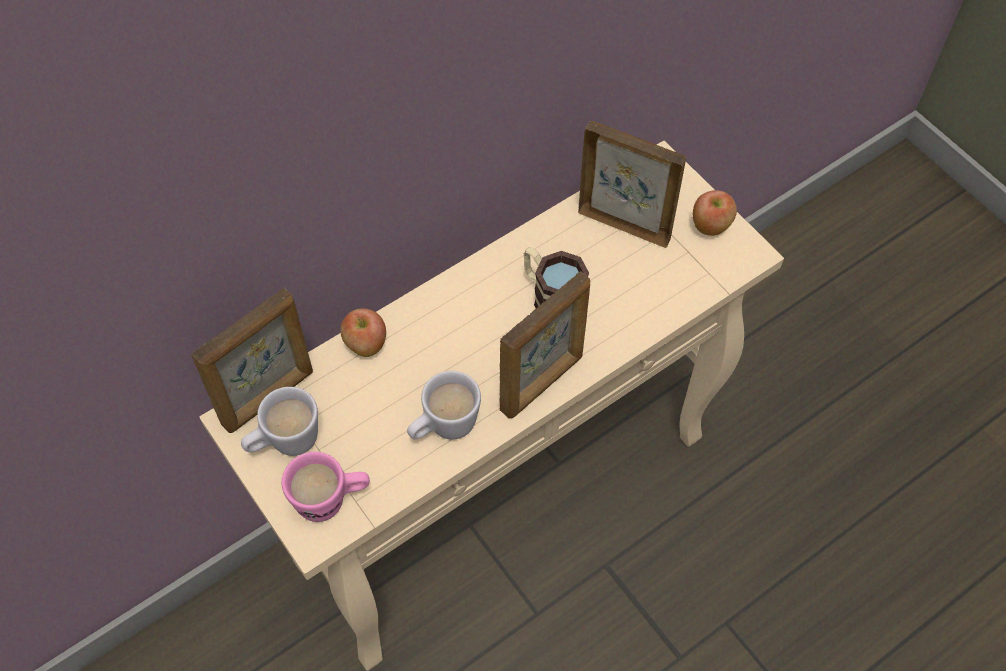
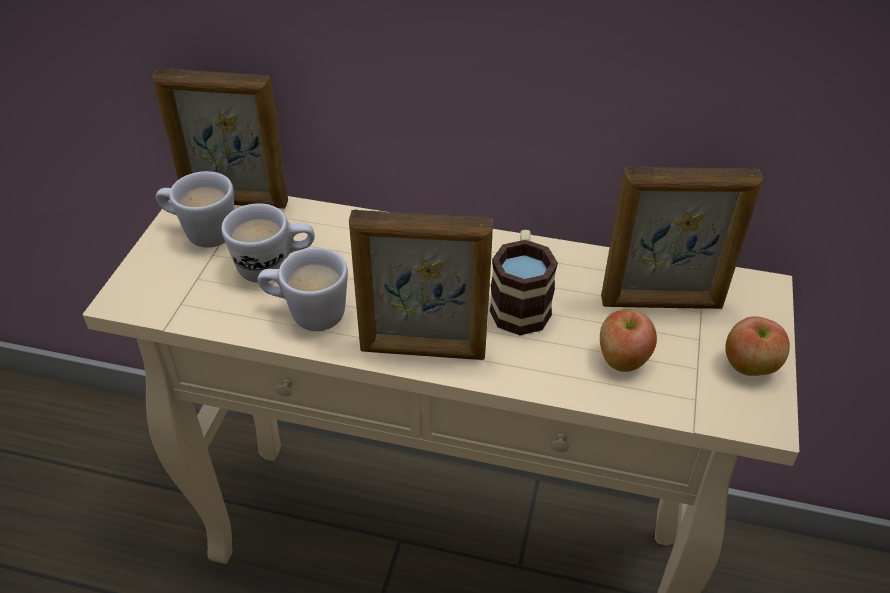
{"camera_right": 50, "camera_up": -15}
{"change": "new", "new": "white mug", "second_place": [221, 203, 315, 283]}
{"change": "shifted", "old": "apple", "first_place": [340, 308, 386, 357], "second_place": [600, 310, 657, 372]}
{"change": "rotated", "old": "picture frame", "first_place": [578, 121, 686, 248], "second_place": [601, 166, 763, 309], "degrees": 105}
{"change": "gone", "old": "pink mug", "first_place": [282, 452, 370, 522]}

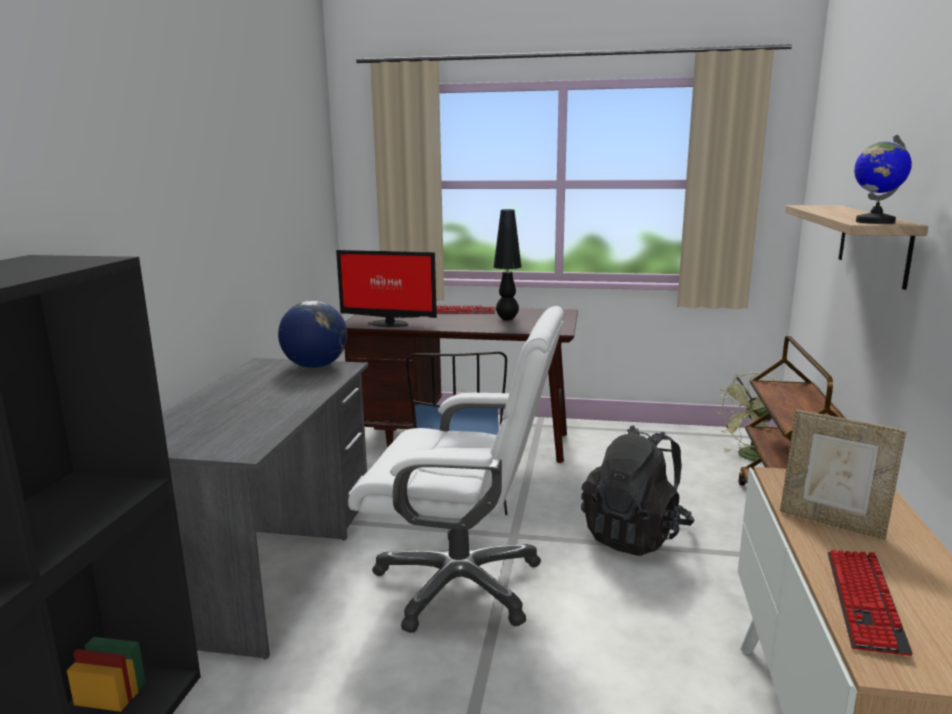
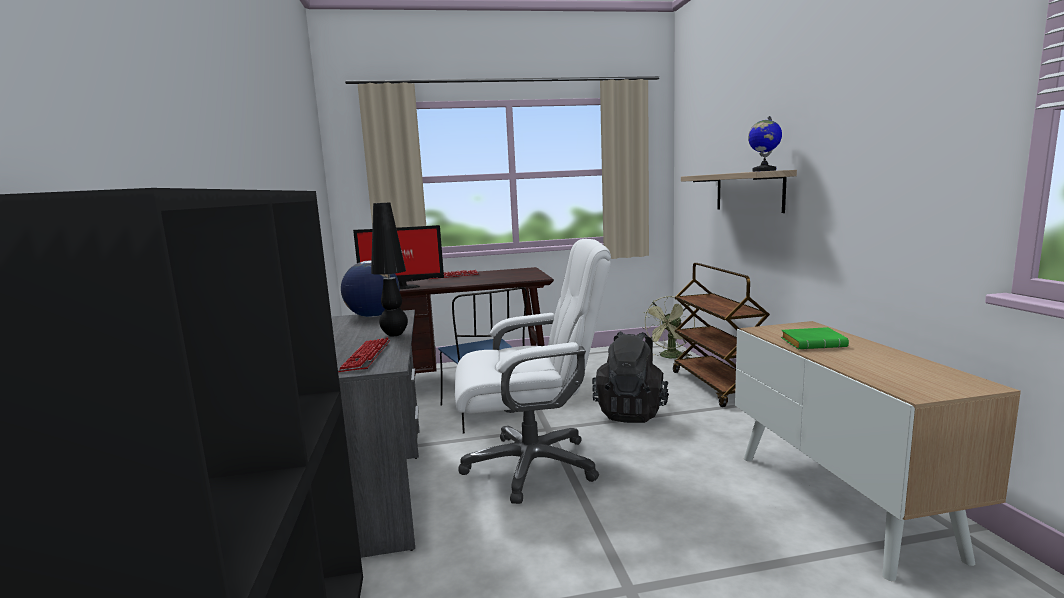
{"camera_right": -20, "camera_up": -5}
{"change": "shifted", "old": "keyboard", "first_place": [828, 550, 913, 656], "second_place": [338, 337, 390, 372]}
{"change": "shifted", "old": "black table lamp", "first_place": [494, 209, 522, 320], "second_place": [371, 202, 408, 337]}
{"change": "swapped", "old": "picture frame", "new": "green book", "first_place": [780, 410, 906, 540], "second_place": [781, 327, 849, 349]}

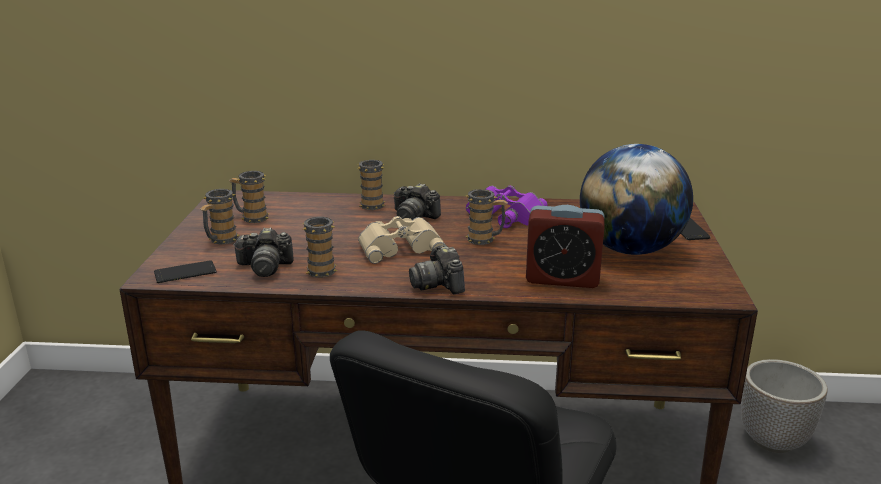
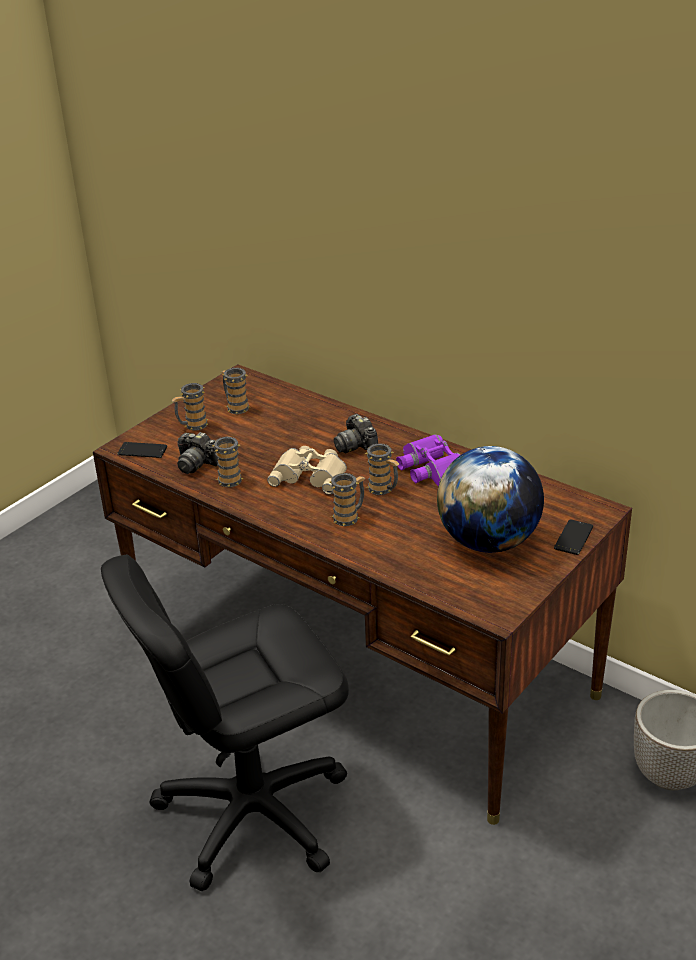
{"camera_right": 35, "camera_up": 10}
{"change": "shifted", "old": "mug", "first_place": [357, 160, 385, 210], "second_place": [330, 473, 365, 526]}
{"change": "gone", "old": "photo camera", "first_place": [409, 245, 465, 294]}
{"change": "gone", "old": "alarm clock", "first_place": [526, 205, 605, 288]}

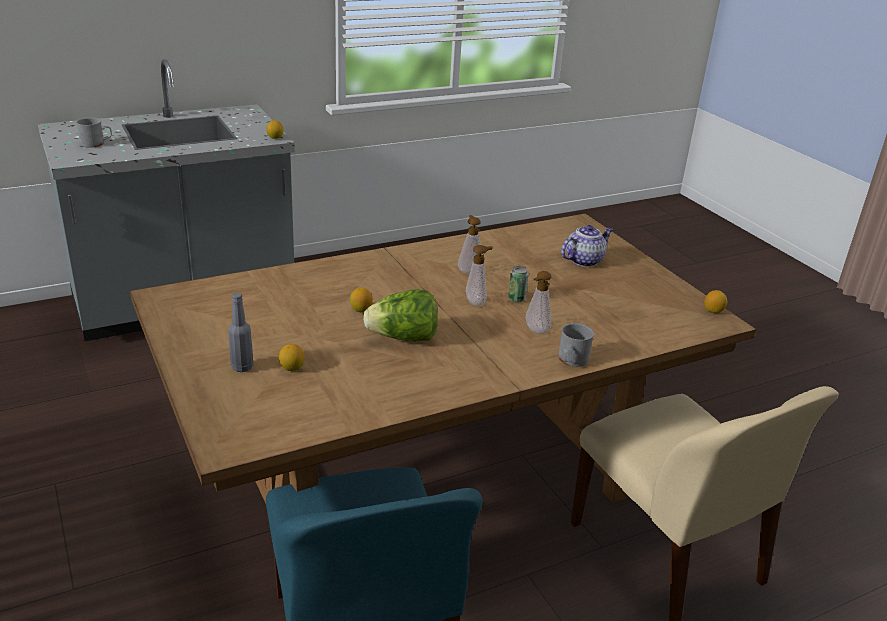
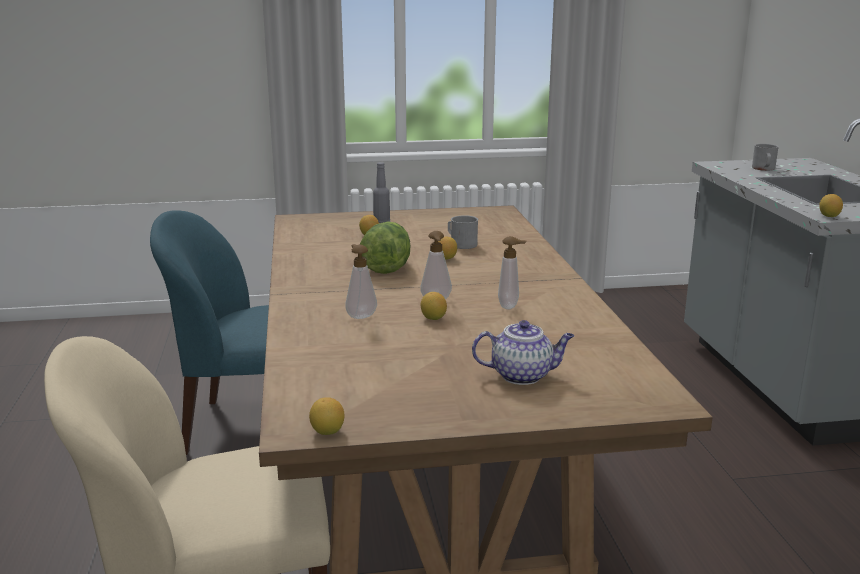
{"camera_right": 110, "camera_up": -10}
{"change": "swapped", "old": "can", "new": "lemon", "first_place": [508, 266, 529, 302], "second_place": [421, 292, 447, 320]}
{"change": "shifted", "old": "grey mug", "first_place": [558, 323, 594, 367], "second_place": [448, 215, 478, 249]}
{"change": "rotated", "old": "teapot", "first_place": [561, 225, 613, 267], "second_place": [472, 320, 574, 385], "degrees": -75}

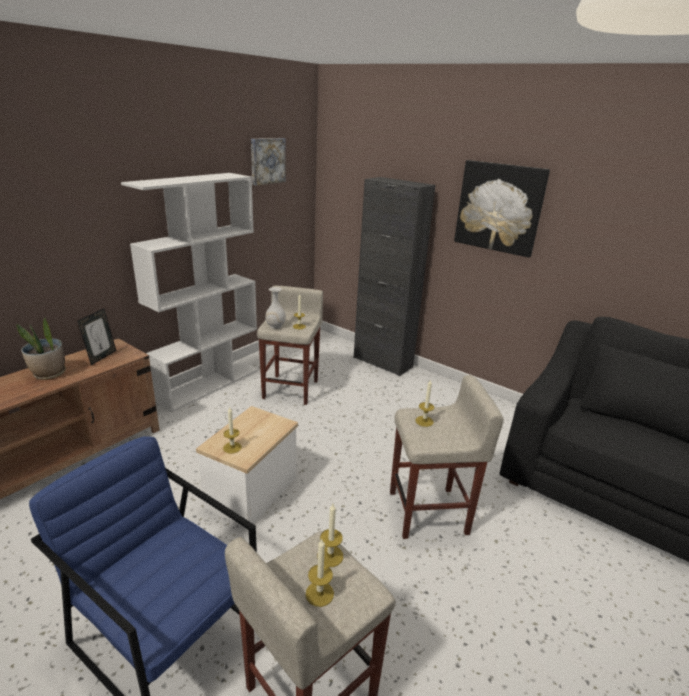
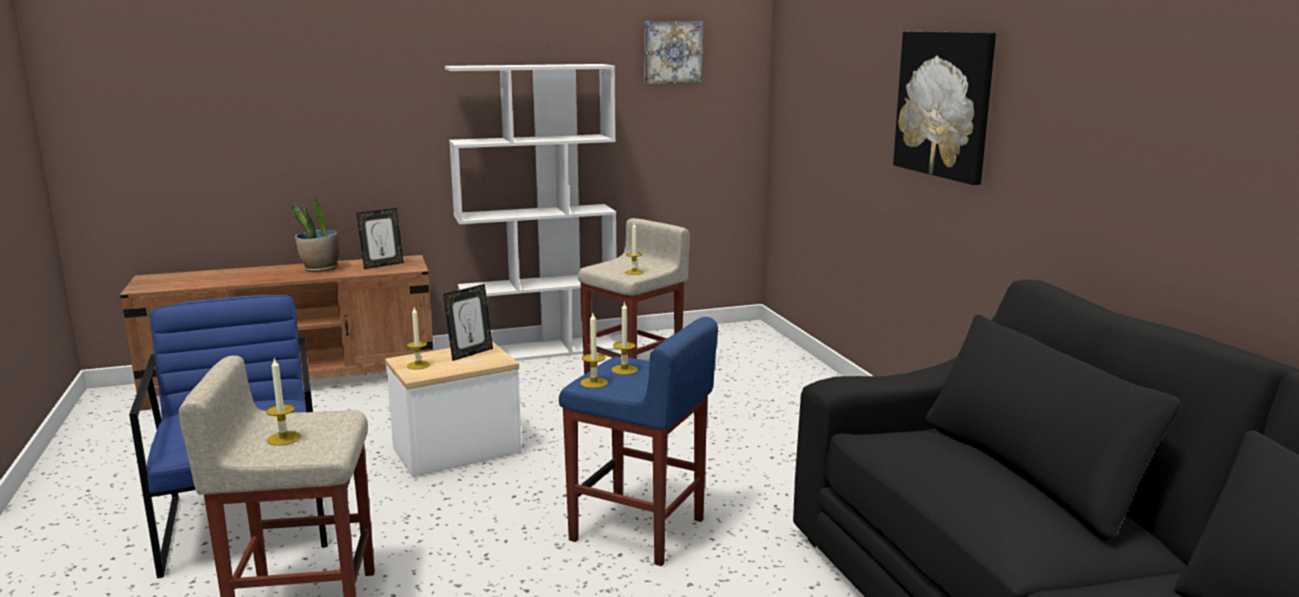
{"camera_right": 35, "camera_up": -10}
{"change": "new", "new": "picture frame", "second_place": [443, 284, 493, 361]}
{"change": "repainted", "old": "beige stool", "new": "blue stool", "first_place": [390, 375, 504, 539], "second_place": [559, 317, 718, 566]}
{"change": "shifted", "old": "candle", "first_place": [320, 504, 343, 567], "second_place": [580, 313, 608, 388]}
{"change": "gone", "old": "white vase", "first_place": [266, 287, 286, 329]}
{"change": "gone", "old": "black cabinet", "first_place": [354, 177, 436, 376]}

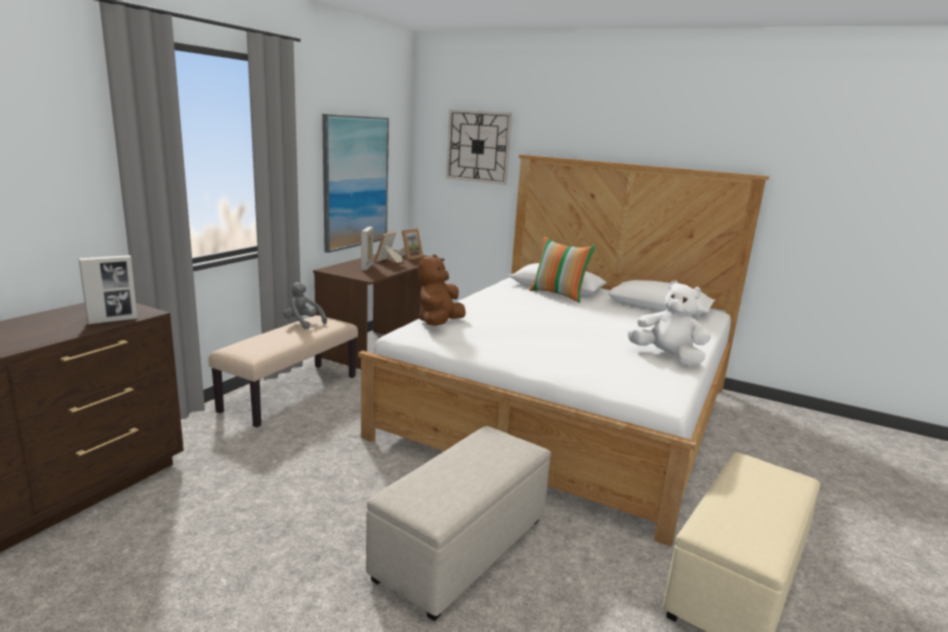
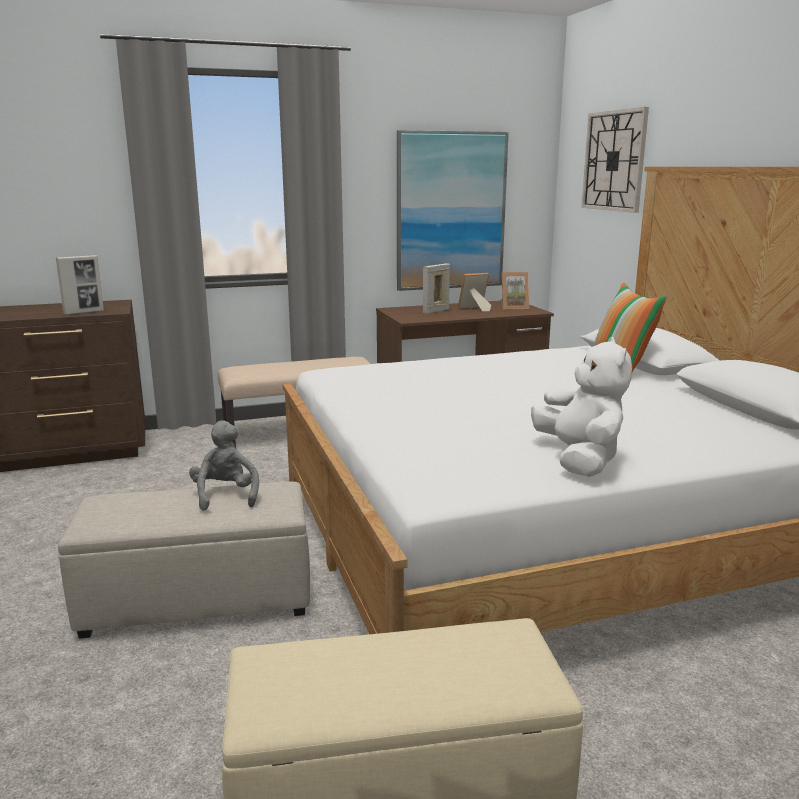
{"camera_right": 45, "camera_up": 0}
{"change": "rotated", "old": "picture frame", "first_place": [79, 255, 138, 325], "second_place": [56, 255, 104, 315], "degrees": -45}
{"change": "shifted", "old": "grey plush toy", "first_place": [283, 282, 327, 329], "second_place": [189, 421, 259, 511]}
{"change": "gone", "old": "brown plush toy", "first_place": [418, 254, 466, 326]}

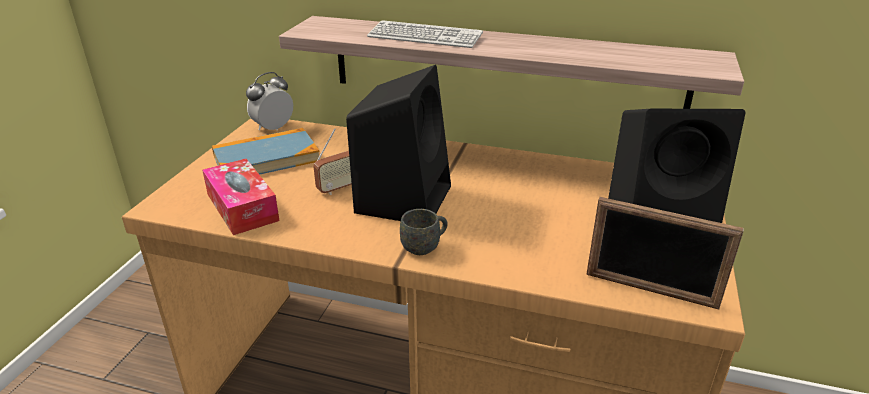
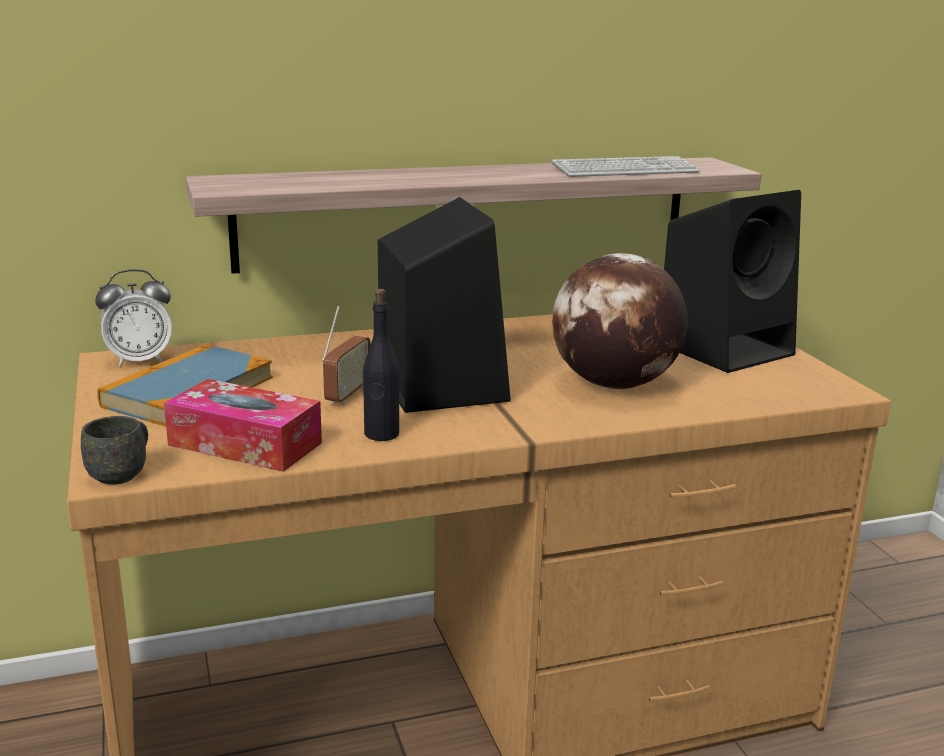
{"camera_right": -35, "camera_up": -10}
{"change": "shifted", "old": "grey mug", "first_place": [400, 209, 448, 255], "second_place": [81, 416, 148, 485]}
{"change": "rotated", "old": "alarm clock", "first_place": [246, 72, 293, 130], "second_place": [95, 269, 172, 367], "degrees": -120}
{"change": "new", "new": "black bottle", "second_place": [363, 289, 399, 441]}
{"change": "shifted", "old": "keyboard", "first_place": [367, 20, 483, 48], "second_place": [552, 156, 699, 177]}
{"change": "new", "new": "globe", "second_place": [552, 253, 688, 389]}
{"change": "gone", "old": "picture frame", "first_place": [586, 197, 744, 310]}

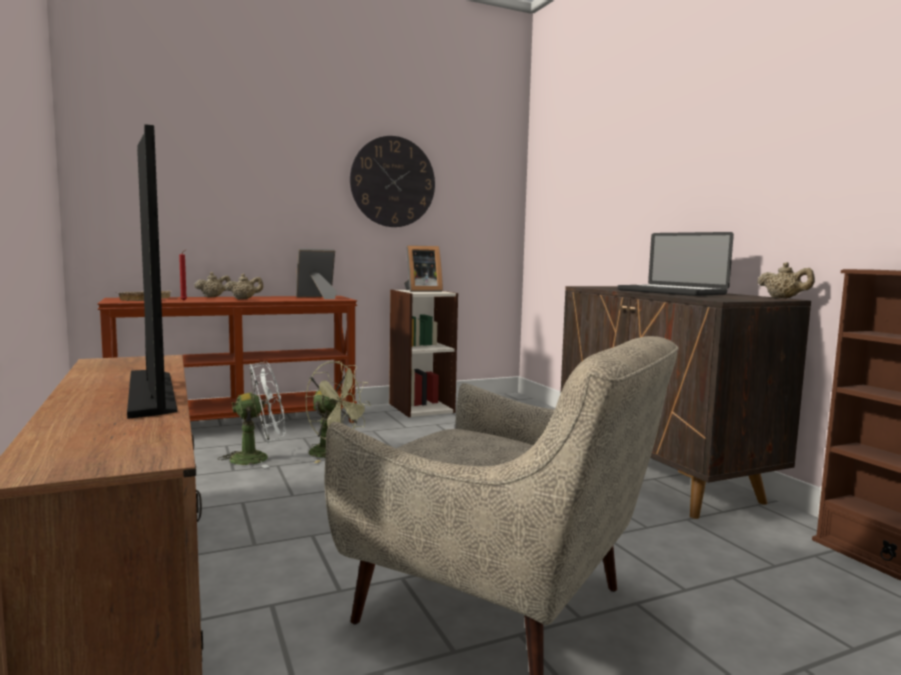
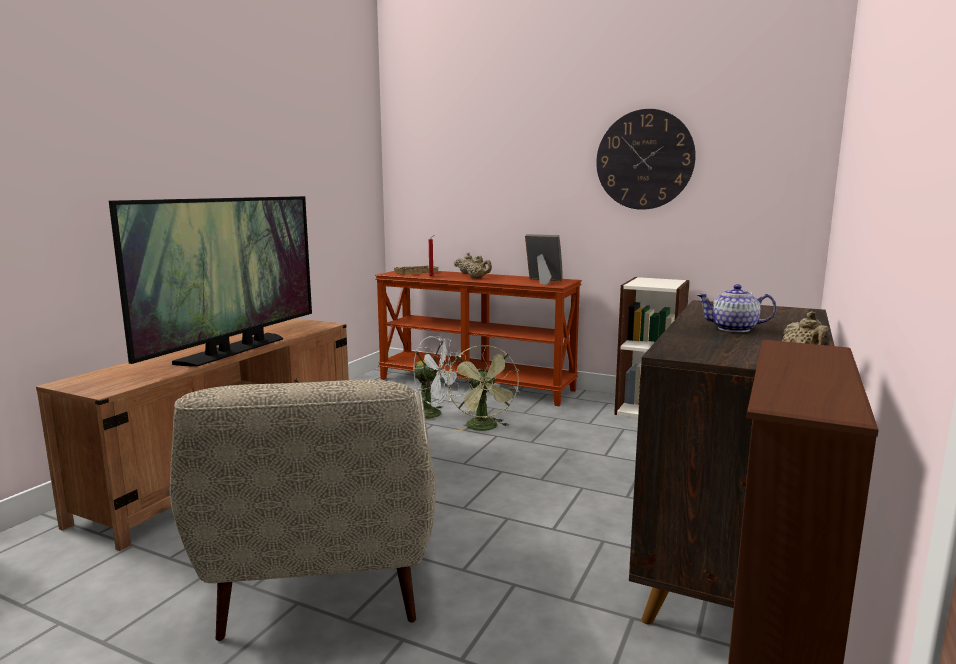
{"camera_right": 50, "camera_up": 5}
{"change": "swapped", "old": "laptop", "new": "teapot", "first_place": [618, 232, 734, 296], "second_place": [697, 284, 777, 332]}
{"change": "gone", "old": "picture frame", "first_place": [404, 245, 443, 292]}

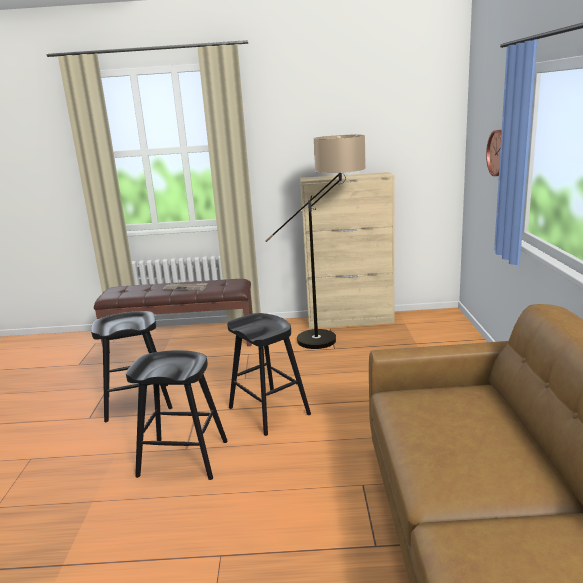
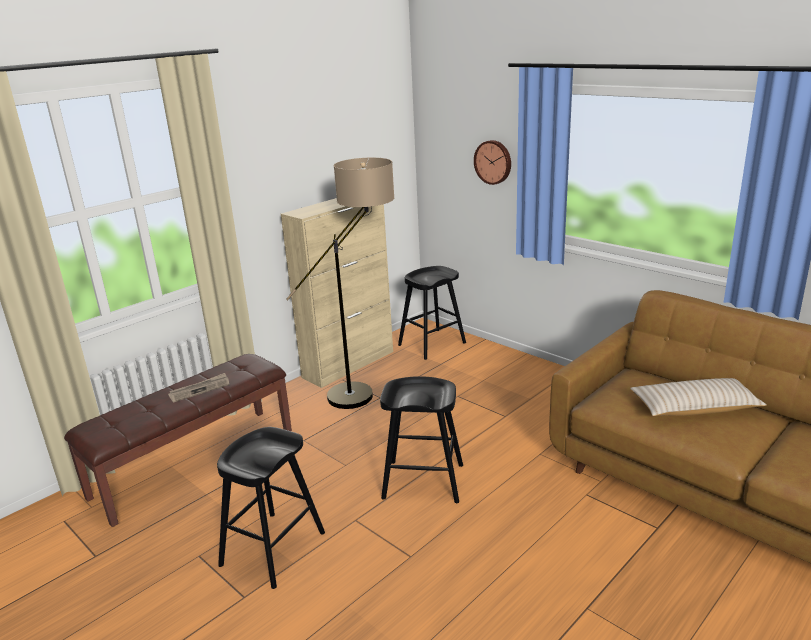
{"camera_right": -45, "camera_up": 5}
{"change": "shifted", "old": "black stool", "first_place": [126, 350, 228, 480], "second_place": [398, 266, 466, 360]}
{"change": "new", "new": "beige pillow", "second_place": [630, 378, 767, 416]}

